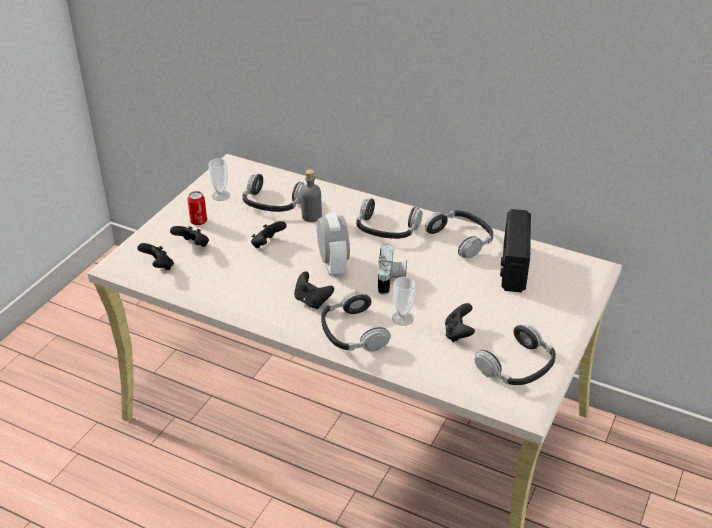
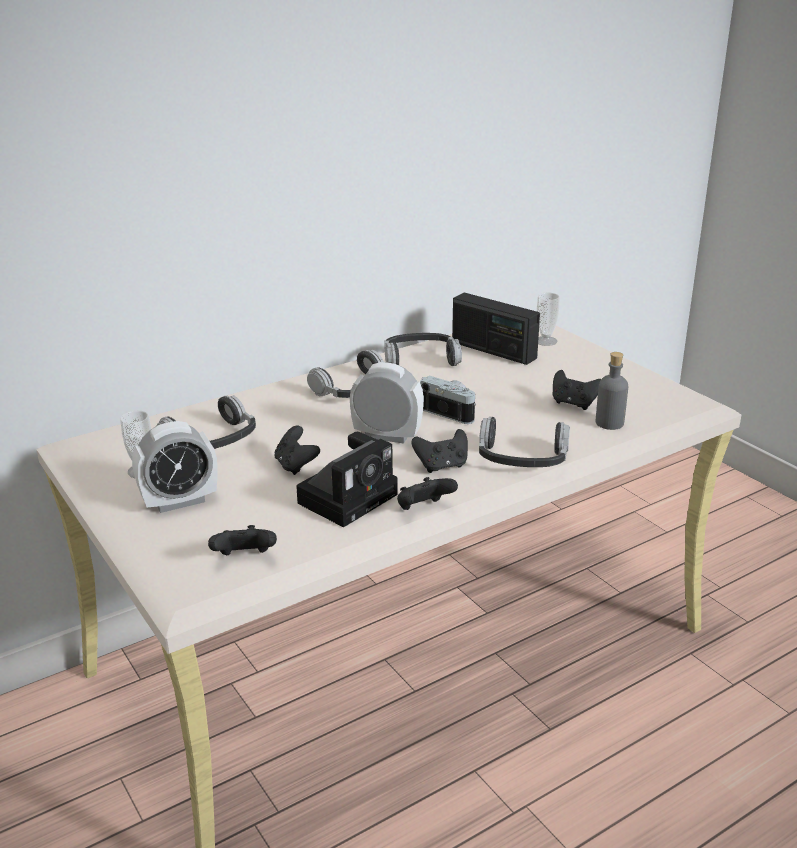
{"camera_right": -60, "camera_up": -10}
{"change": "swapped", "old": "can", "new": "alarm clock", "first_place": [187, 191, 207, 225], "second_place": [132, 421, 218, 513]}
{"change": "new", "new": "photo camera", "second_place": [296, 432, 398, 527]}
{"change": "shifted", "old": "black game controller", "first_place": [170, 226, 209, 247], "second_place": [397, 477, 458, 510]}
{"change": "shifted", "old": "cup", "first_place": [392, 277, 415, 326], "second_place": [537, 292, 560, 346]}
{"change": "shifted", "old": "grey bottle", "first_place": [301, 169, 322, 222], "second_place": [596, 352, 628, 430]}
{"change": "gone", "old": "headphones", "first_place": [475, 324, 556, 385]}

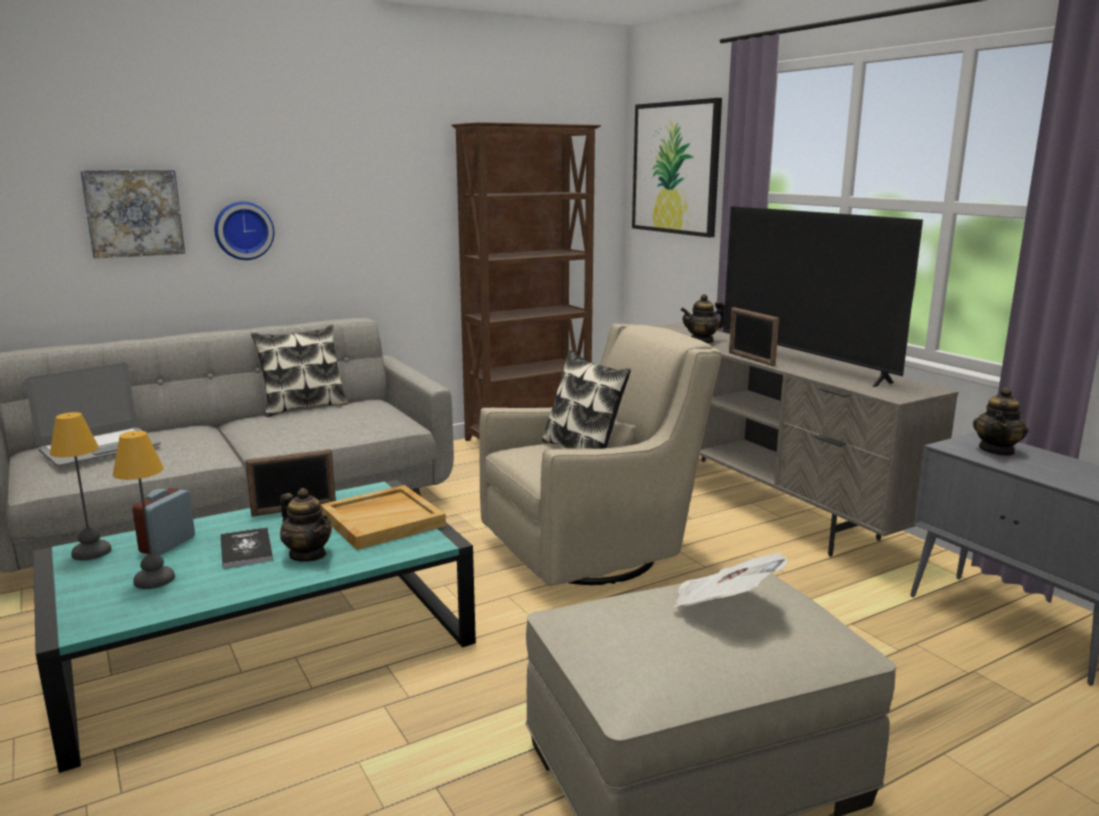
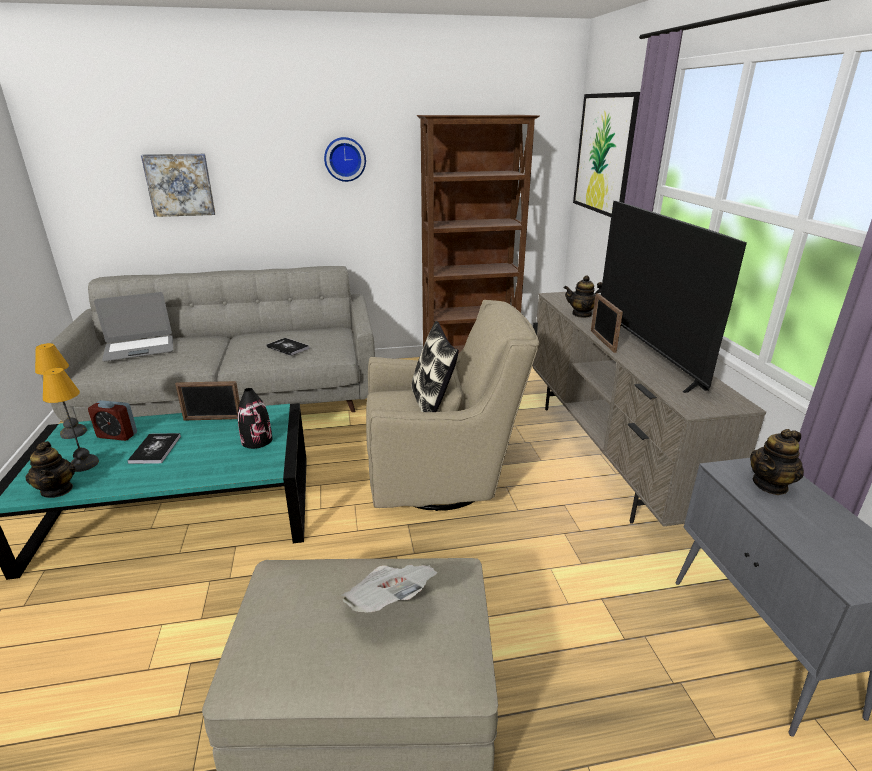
{"camera_right": 20, "camera_up": 10}
{"change": "shifted", "old": "teapot", "first_place": [280, 488, 332, 562], "second_place": [25, 441, 75, 498]}
{"change": "rotated", "old": "alarm clock", "first_place": [132, 488, 195, 556], "second_place": [88, 400, 137, 441], "degrees": -120}
{"change": "swapped", "old": "beige tray", "new": "black vase", "first_place": [320, 485, 446, 550], "second_place": [238, 388, 272, 449]}
{"change": "new", "new": "book", "second_place": [266, 338, 309, 356]}
{"change": "shifted", "old": "wall clock", "first_place": [214, 201, 274, 260], "second_place": [324, 137, 366, 182]}
{"change": "gone", "old": "pillow", "first_place": [251, 325, 348, 417]}

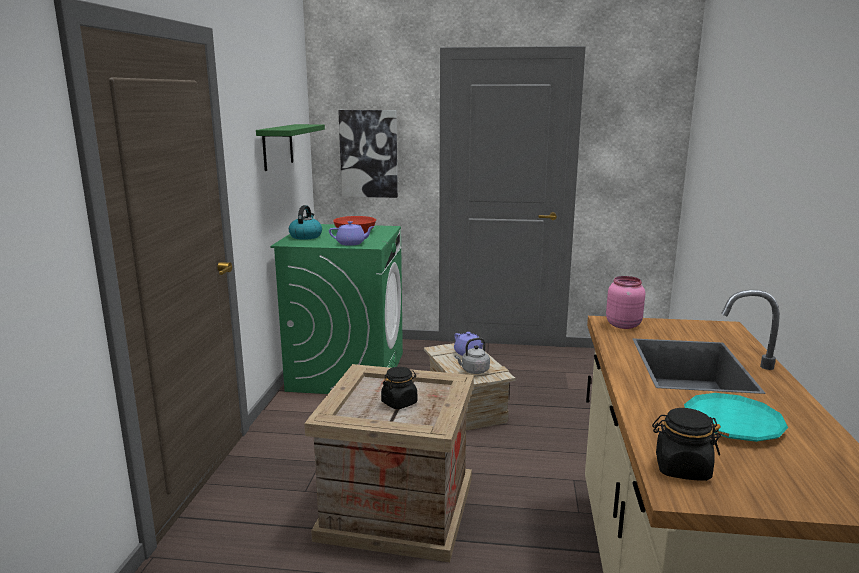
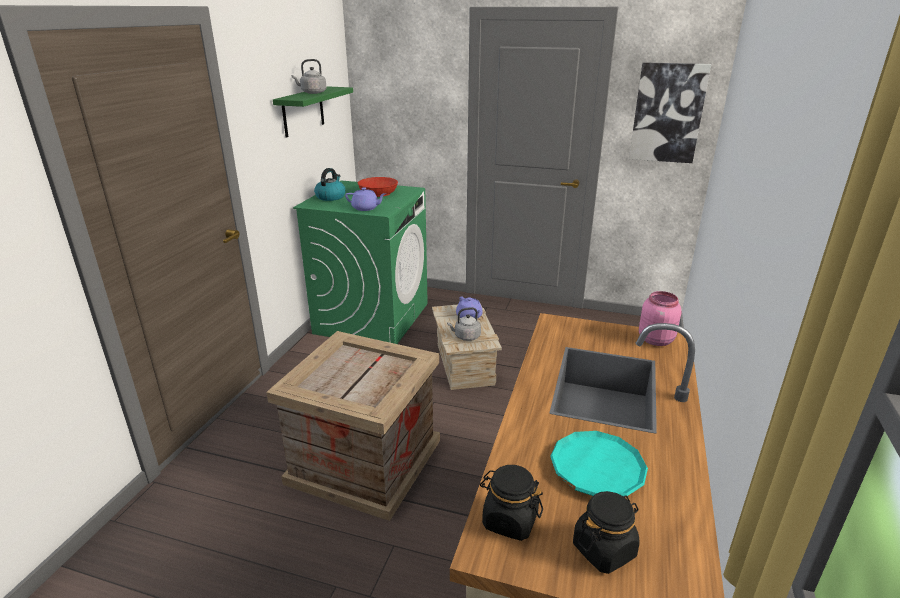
{"camera_right": 10, "camera_up": 10}
{"change": "new", "new": "grey kettle", "second_place": [292, 59, 326, 94]}
{"change": "shifted", "old": "black jar", "first_place": [381, 367, 417, 409], "second_place": [573, 491, 640, 574]}
{"change": "shifted", "old": "picture", "first_place": [338, 110, 398, 198], "second_place": [629, 62, 711, 163]}
{"change": "shifted", "old": "pink jar", "first_place": [606, 276, 645, 329], "second_place": [639, 291, 681, 346]}

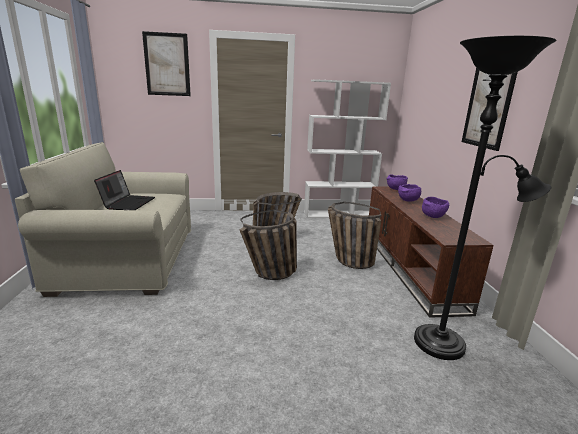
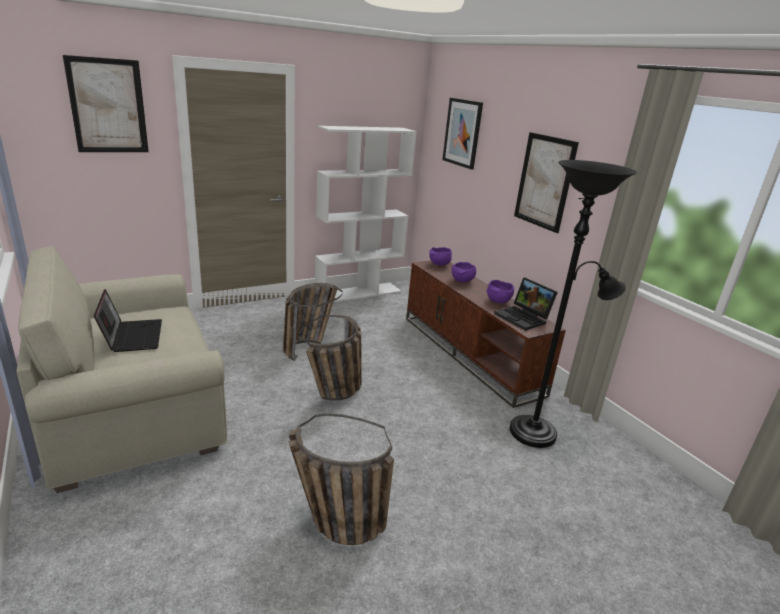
{"camera_right": -25, "camera_up": 5}
{"change": "shifted", "old": "basket", "first_place": [328, 202, 381, 269], "second_place": [288, 413, 394, 545]}
{"change": "new", "new": "picture", "second_place": [442, 98, 483, 169]}
{"change": "new", "new": "laptop", "second_place": [494, 277, 558, 331]}

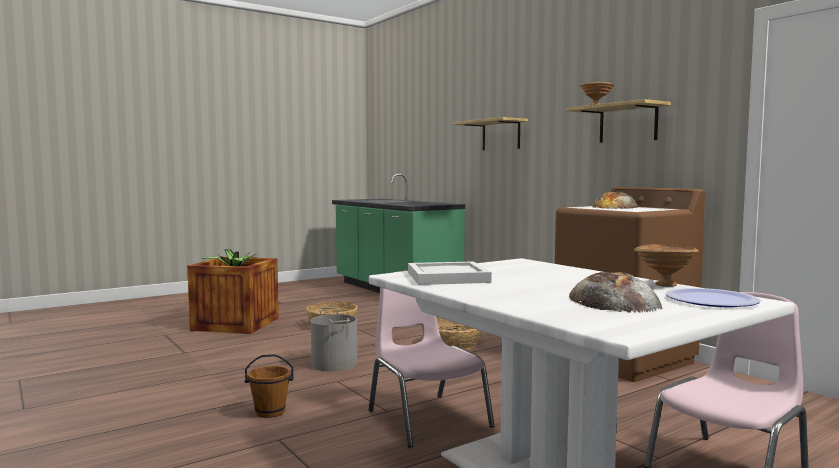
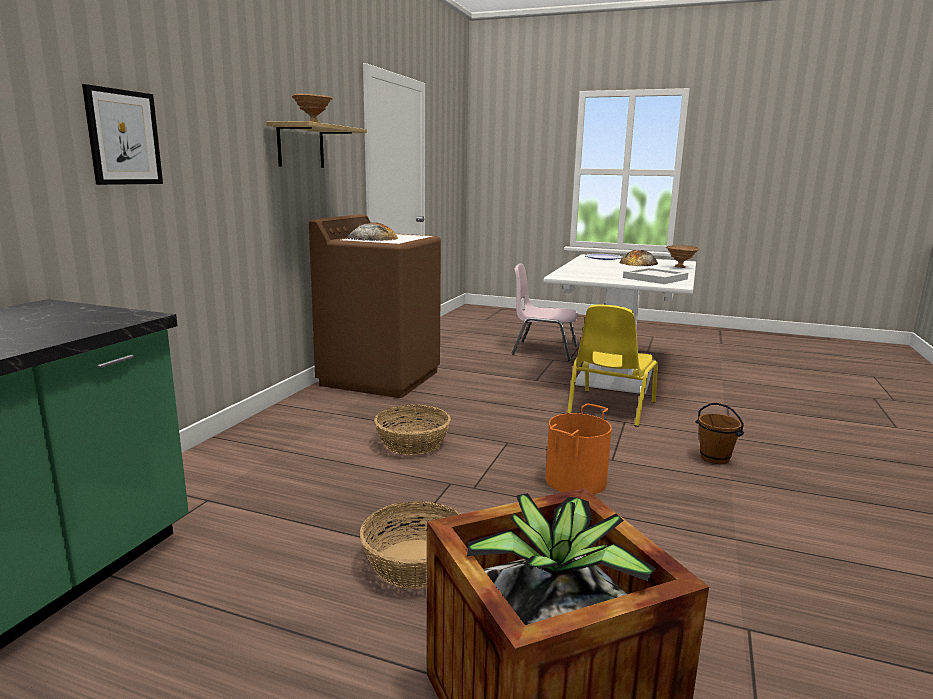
{"camera_right": -125, "camera_up": 10}
{"change": "swapped", "old": "shelf", "new": "picture", "first_place": [453, 117, 528, 150], "second_place": [82, 84, 163, 185]}
{"change": "repainted", "old": "grey bucket", "new": "orange bucket", "first_place": [311, 307, 357, 371], "second_place": [546, 403, 612, 495]}
{"change": "repainted", "old": "pink chair", "new": "yellow chair", "first_place": [368, 271, 494, 447], "second_place": [567, 304, 658, 427]}
{"change": "shifted", "old": "brown bowl", "first_place": [634, 244, 699, 287], "second_place": [666, 245, 699, 268]}

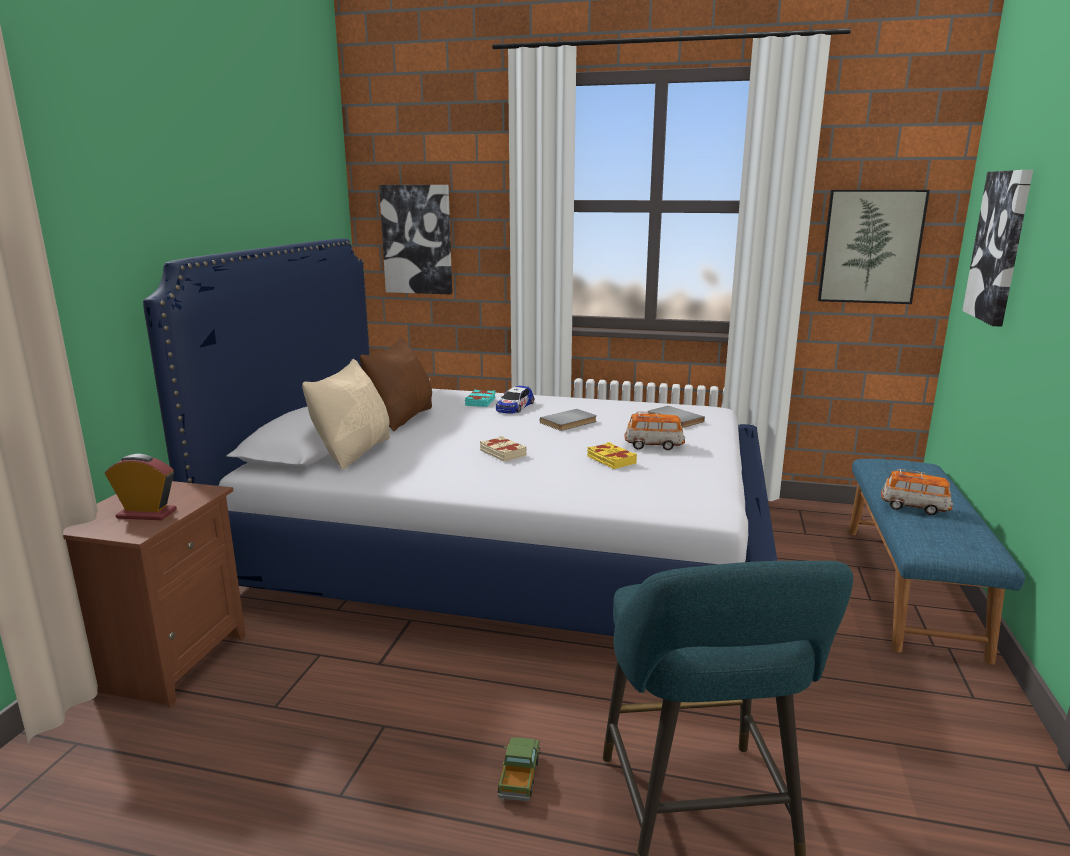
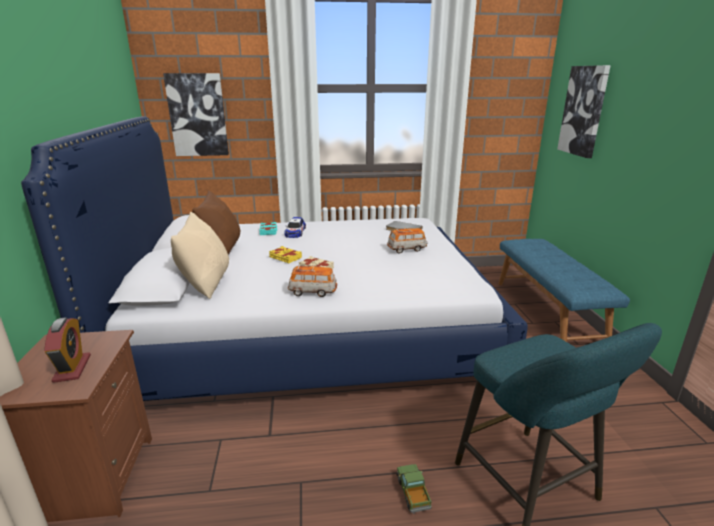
{"camera_right": -20, "camera_up": 5}
{"change": "rotated", "old": "alarm clock", "first_place": [105, 454, 177, 520], "second_place": [44, 317, 91, 383], "degrees": 90}
{"change": "shifted", "old": "yellow book", "first_place": [587, 442, 637, 469], "second_place": [269, 246, 302, 263]}
{"change": "shifted", "old": "toy car", "first_place": [881, 469, 953, 515], "second_place": [288, 265, 337, 297]}
{"change": "gone", "old": "grey book", "first_place": [540, 409, 597, 431]}
{"change": "gone", "old": "picture", "first_place": [818, 190, 930, 304]}

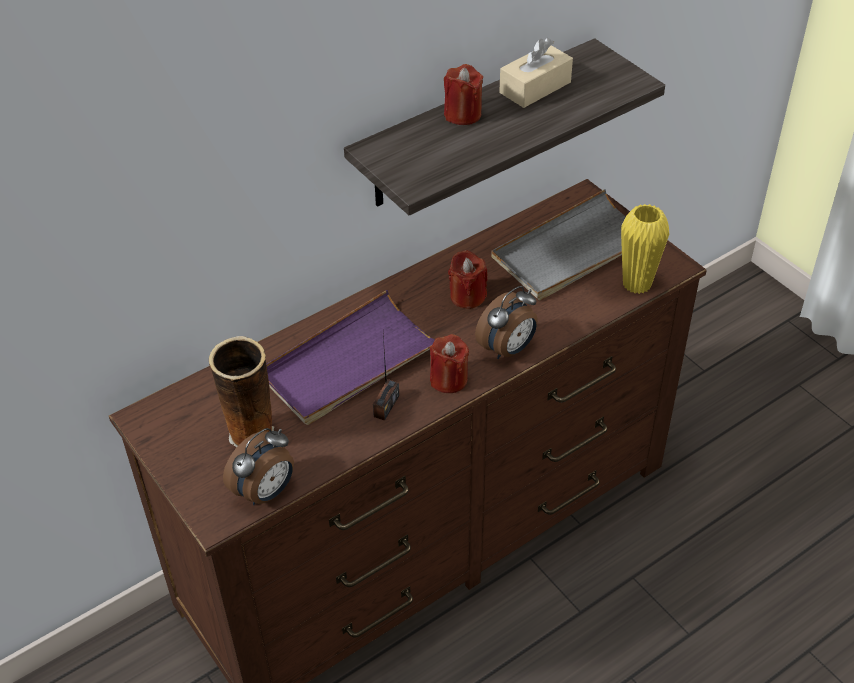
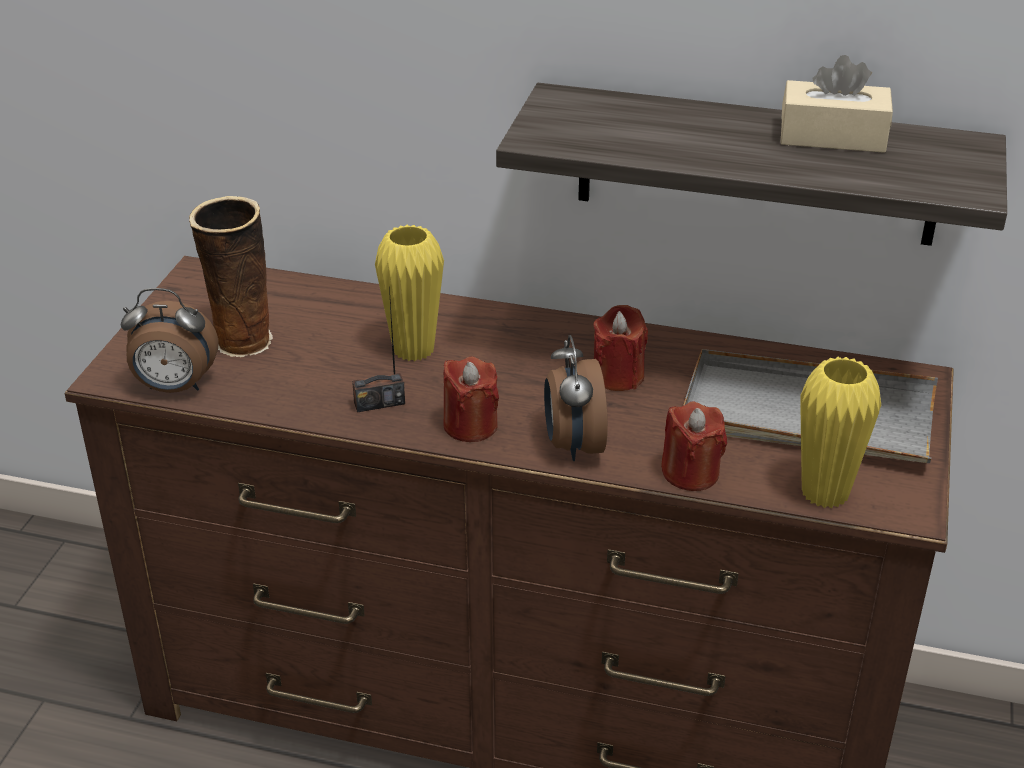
{"camera_right": 50, "camera_up": -10}
{"change": "swapped", "old": "purple tray", "new": "yellow vase", "first_place": [266, 290, 435, 425], "second_place": [375, 225, 444, 361]}
{"change": "rotated", "old": "alarm clock", "first_place": [475, 286, 538, 359], "second_place": [544, 335, 608, 461], "degrees": 75}
{"change": "shifted", "old": "red candle", "first_place": [444, 64, 483, 125], "second_place": [661, 402, 727, 491]}

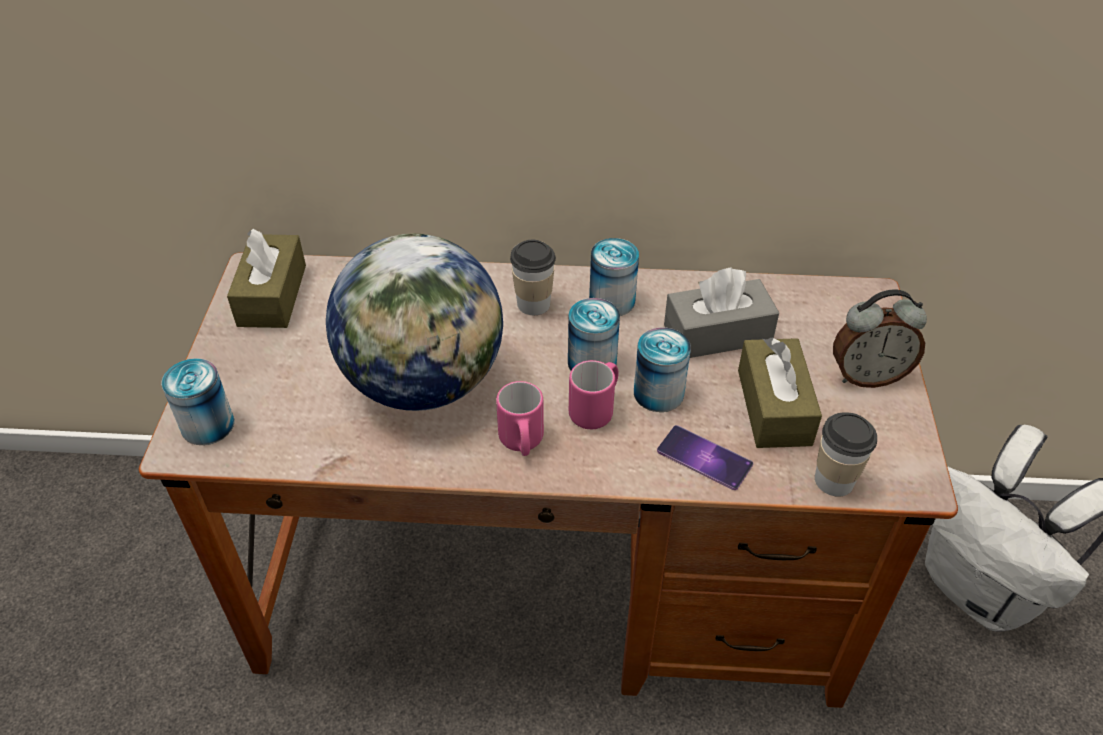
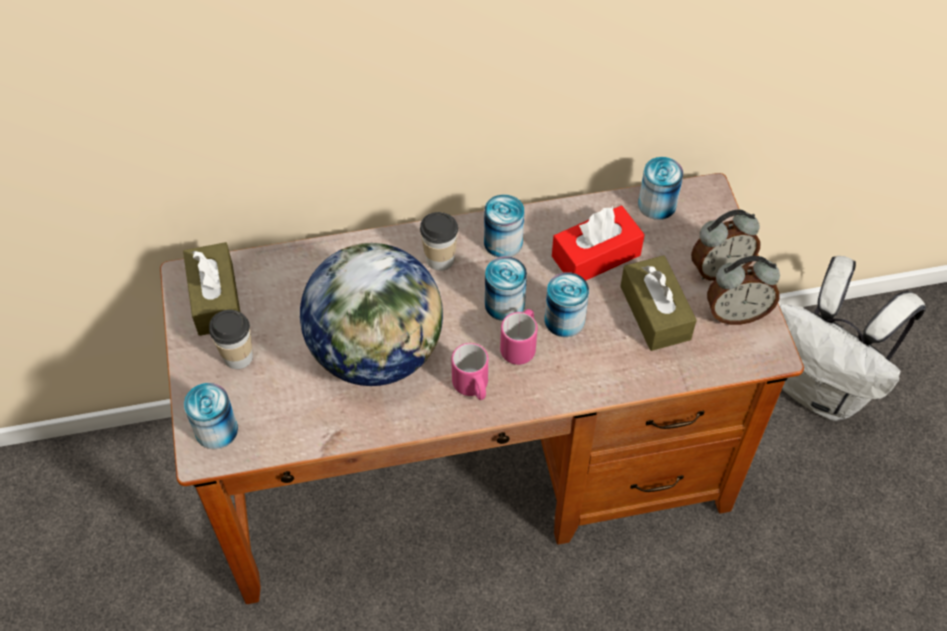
{"camera_right": -15, "camera_up": 10}
{"change": "shifted", "old": "cup", "first_place": [815, 413, 877, 497], "second_place": [209, 310, 253, 369]}
{"change": "repainted", "old": "grey tissue box", "new": "red tissue box", "first_place": [664, 267, 779, 358], "second_place": [552, 206, 645, 281]}
{"change": "new", "new": "can", "second_place": [638, 157, 683, 220]}
{"change": "new", "new": "alarm clock", "second_place": [707, 256, 780, 325]}
{"change": "gone", "old": "phone", "first_place": [657, 425, 753, 490]}

